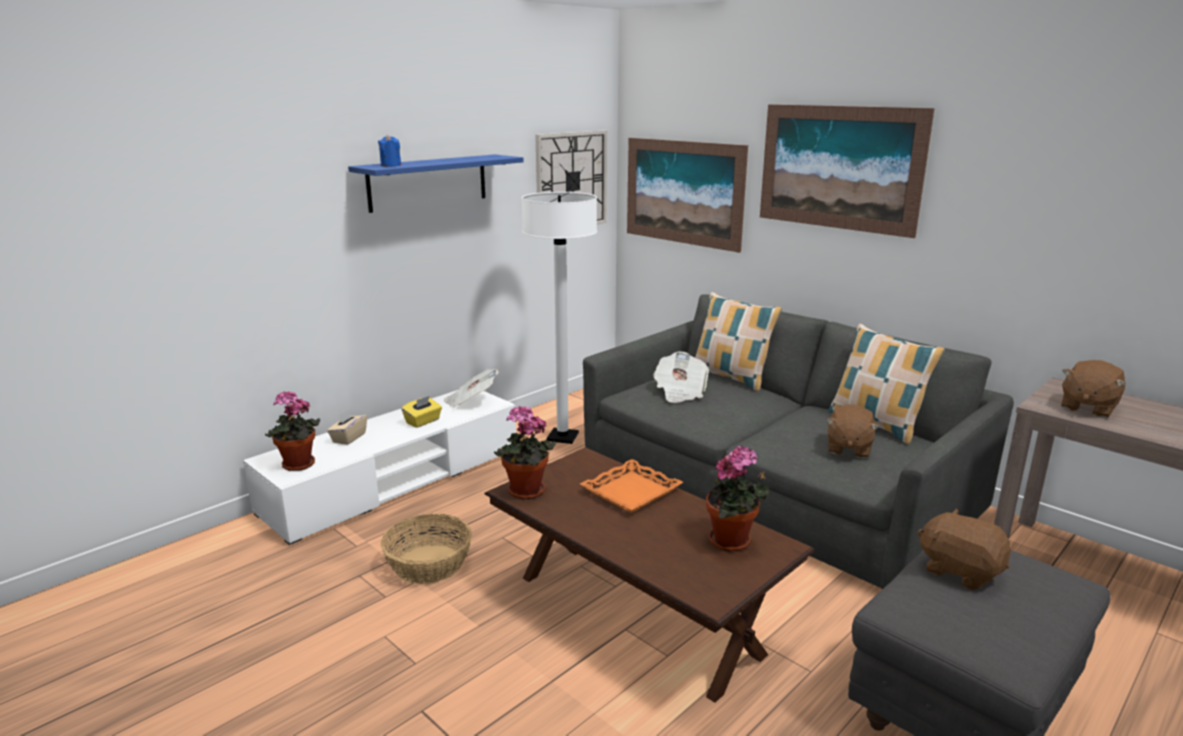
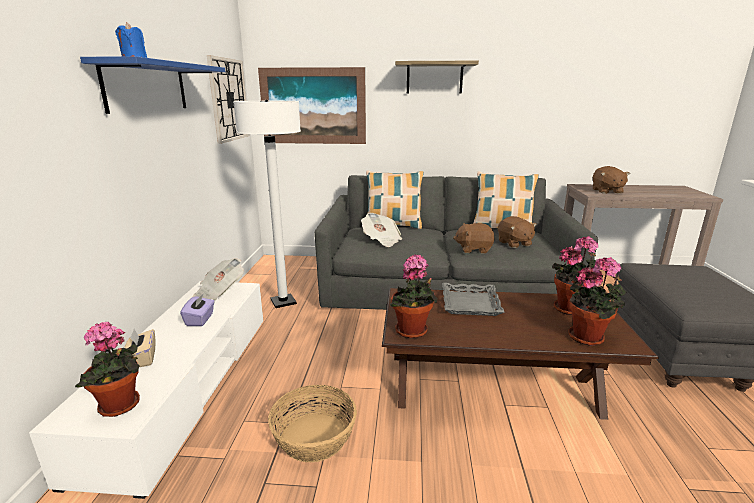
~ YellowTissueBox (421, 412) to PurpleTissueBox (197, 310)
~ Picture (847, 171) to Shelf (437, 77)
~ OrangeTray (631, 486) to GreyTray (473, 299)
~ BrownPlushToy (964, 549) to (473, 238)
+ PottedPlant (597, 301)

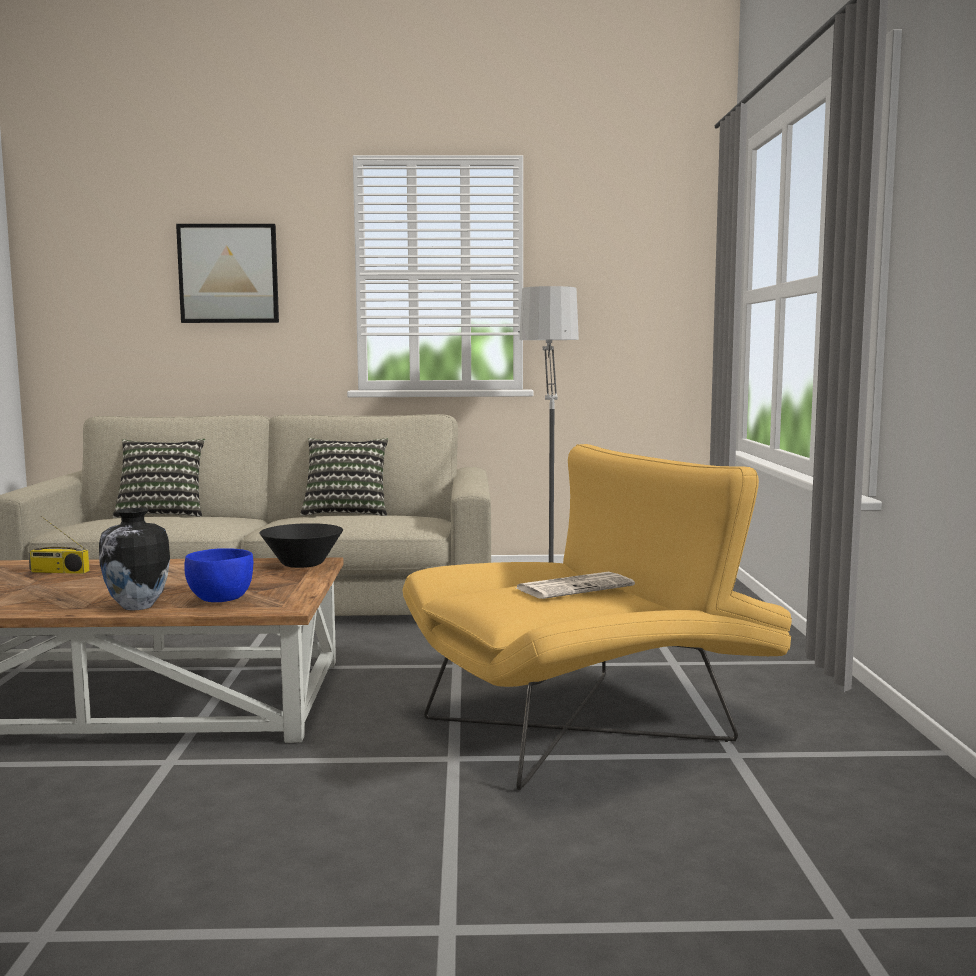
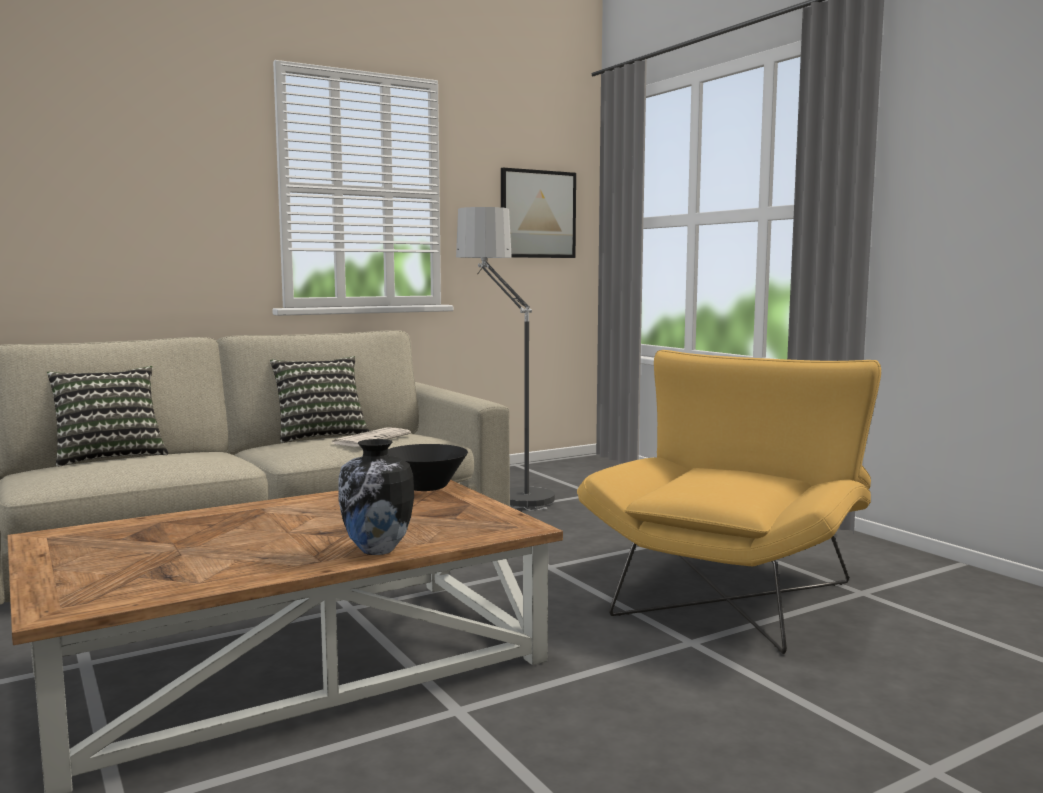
~ Newspaper (576, 585) to (371, 437)
~ Picture (227, 273) to (538, 213)
- Radio (59, 545)
- BlueBowl (218, 575)

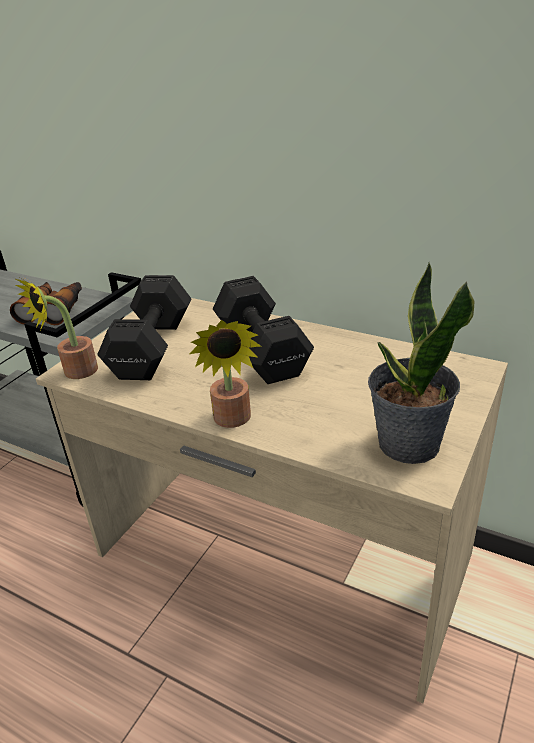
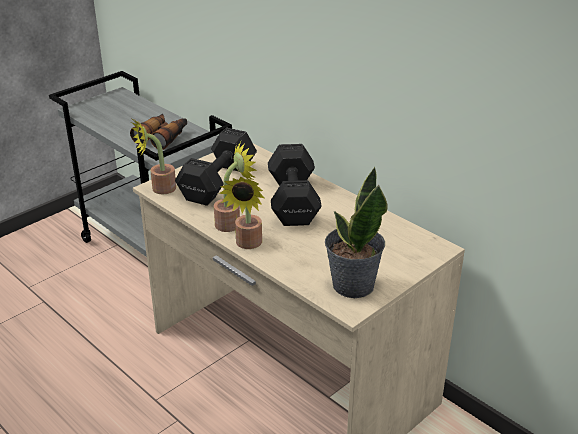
+ PottedPlant (235, 186)

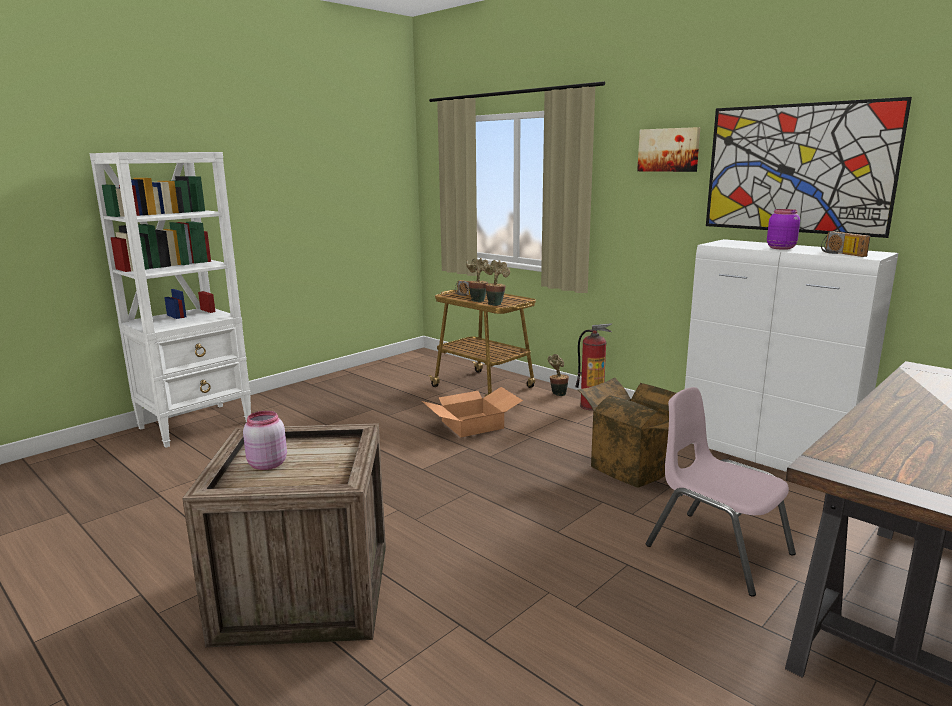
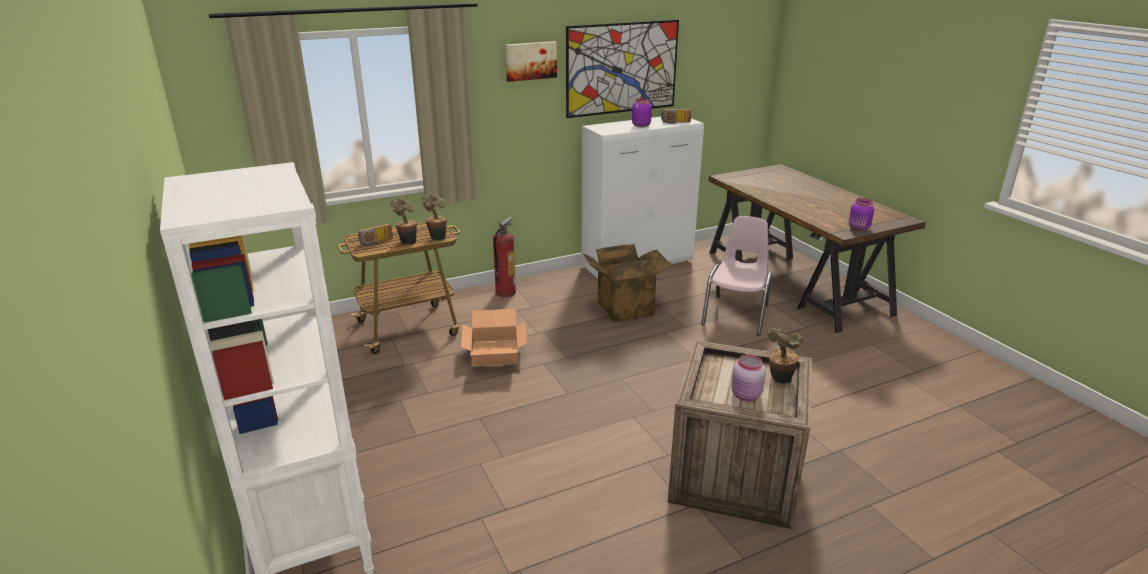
~ PinkChair (721, 492) = (736, 276) 135 degrees clockwise
~ PottedPlant (558, 375) to (785, 356)
+ PurpleJar (861, 214)

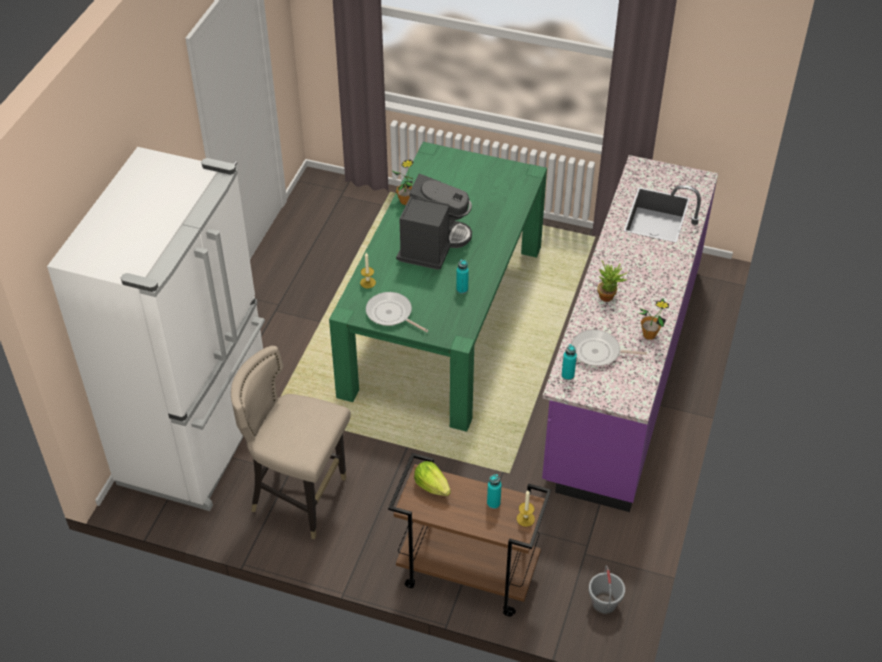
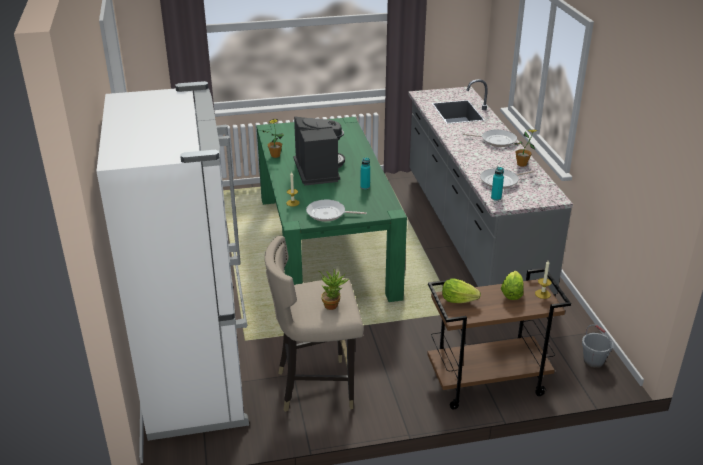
~ PottedPlant (614, 281) to (334, 289)
~ PurpleCounter (630, 333) to GreyCounter (490, 188)
+ FryingPan (489, 138)
~ TurquoiseBottle (494, 491) to Lettuce (512, 285)

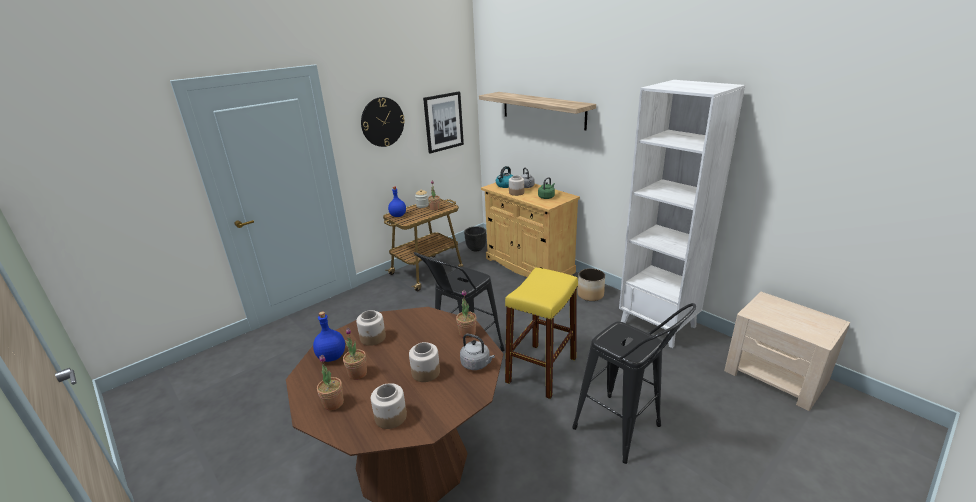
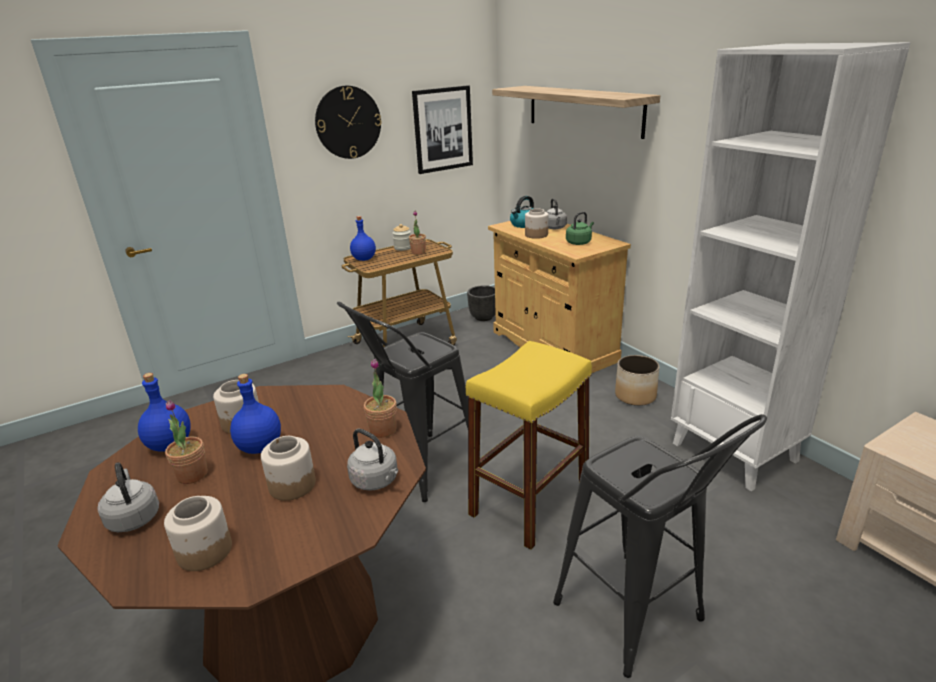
~ PottedPlant (330, 383) to GreyKettle (128, 497)
+ BlueBottle (255, 414)

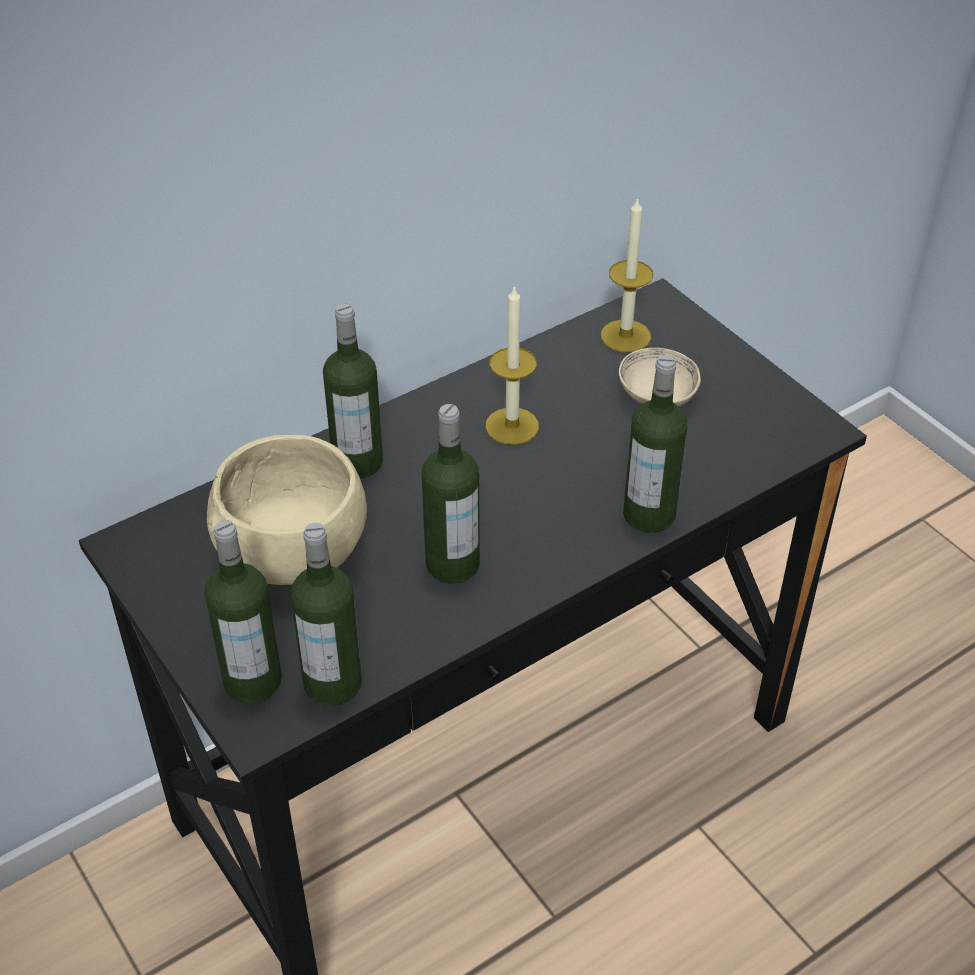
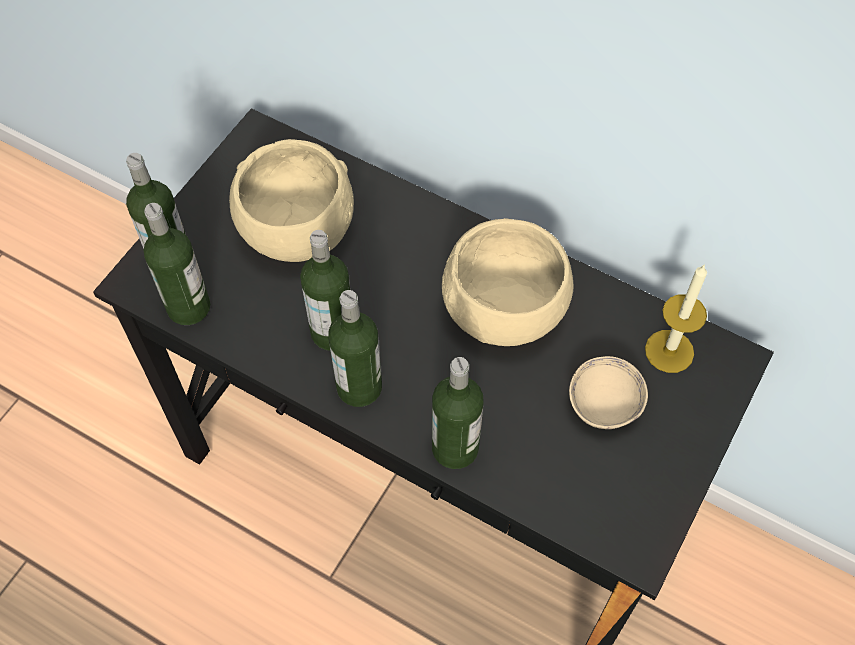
~ Bottle (353, 391) to (355, 348)
~ Candle (512, 365) to BeigeBowl (507, 282)

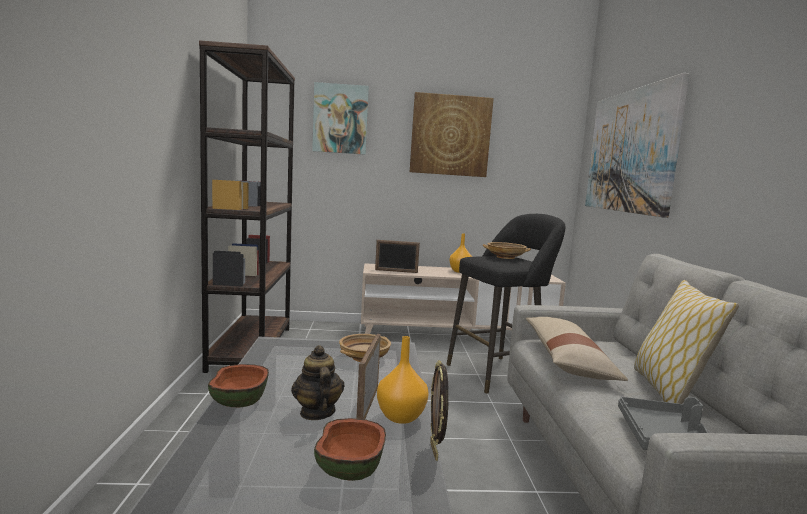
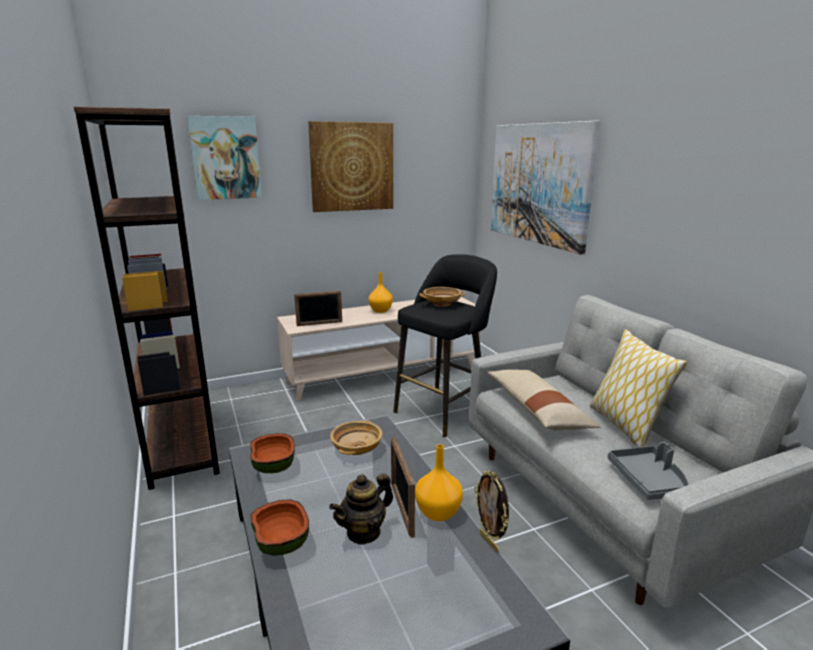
~ Bowl (350, 449) to (272, 453)
~ Teapot (317, 382) = (361, 509) 90 degrees counterclockwise

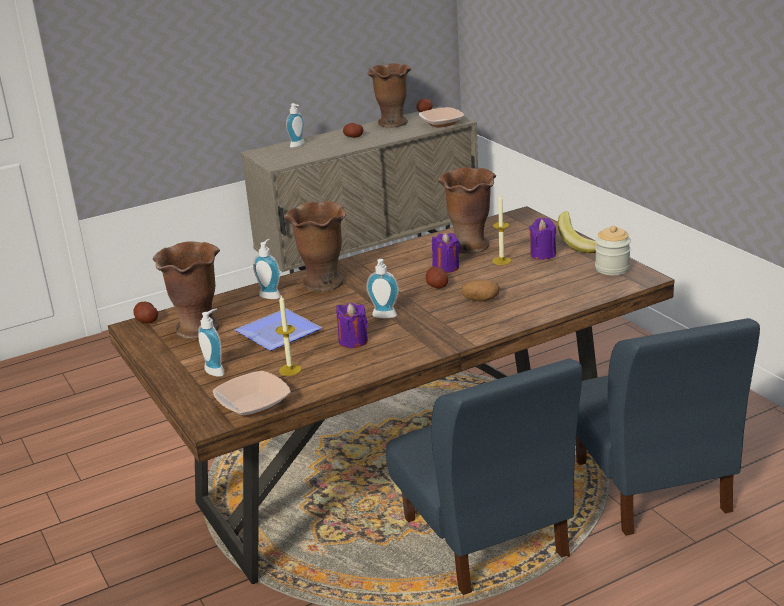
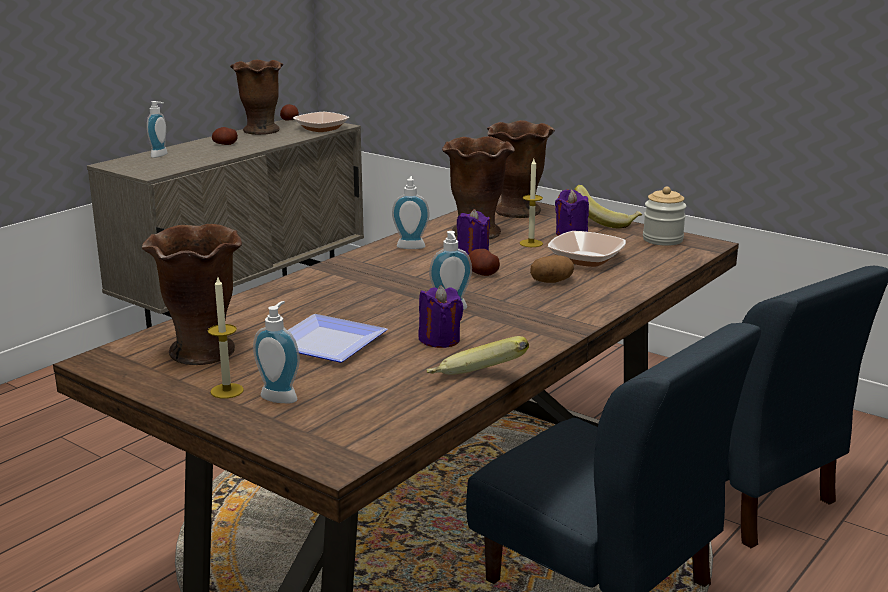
~ Candle (289, 335) to (226, 337)
~ SoapDispenser (266, 269) to (410, 212)
+ Banana (478, 355)
~ BrownVase (315, 246) to (521, 169)
~ Bowl (251, 394) to (587, 249)
- Potato (146, 312)

